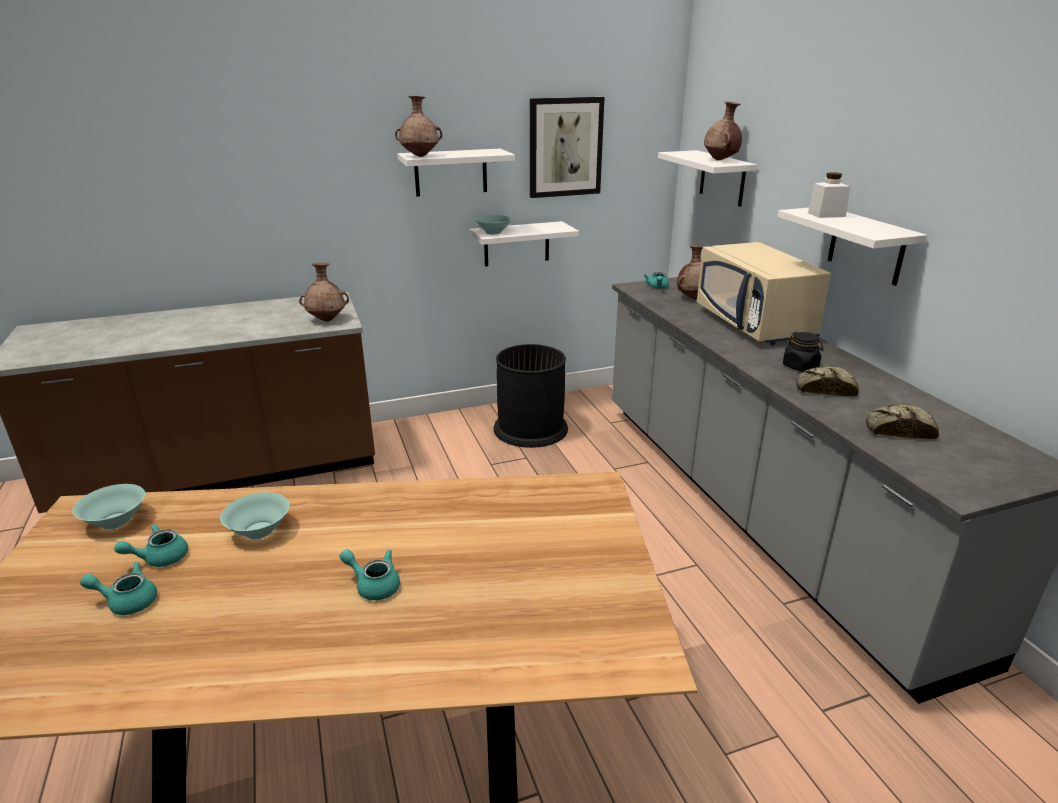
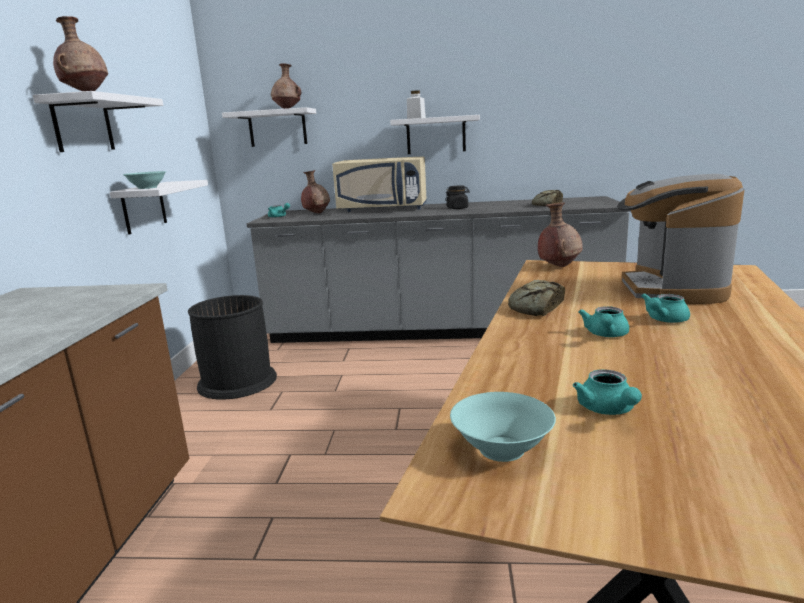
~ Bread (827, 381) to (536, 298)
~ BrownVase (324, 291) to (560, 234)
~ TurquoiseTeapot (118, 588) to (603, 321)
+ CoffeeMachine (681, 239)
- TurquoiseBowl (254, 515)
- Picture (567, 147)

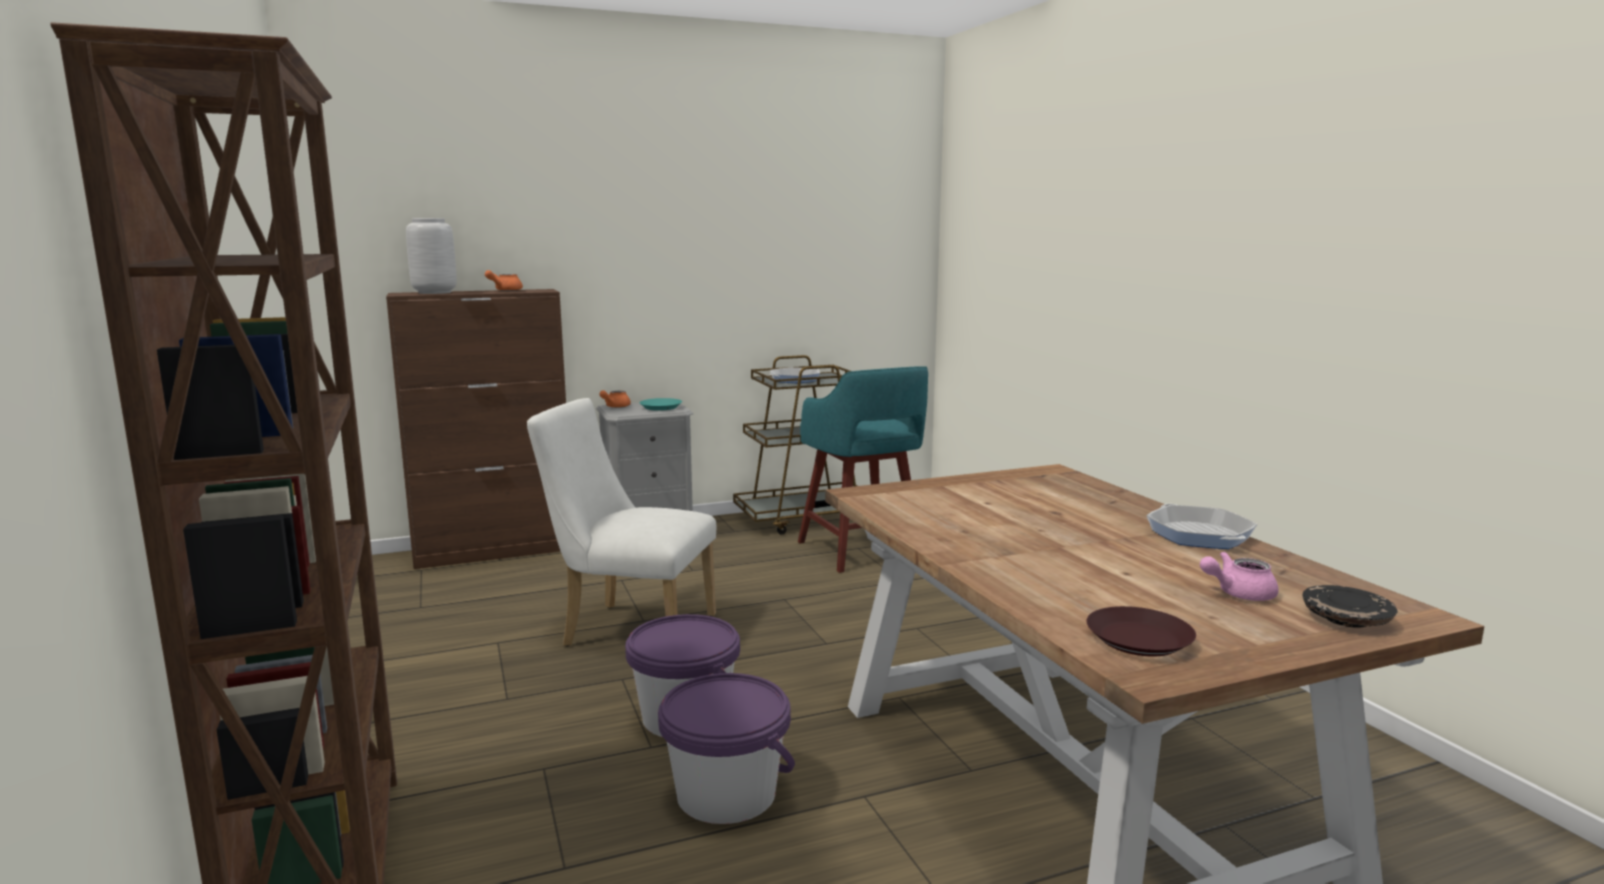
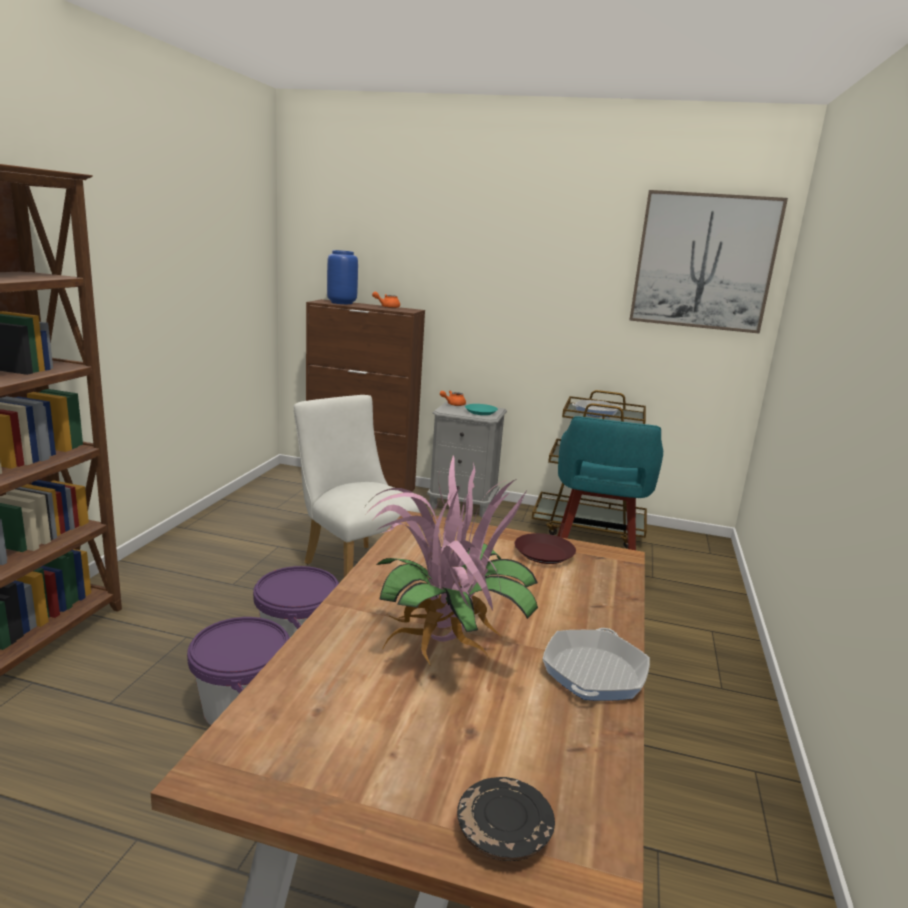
~ GreyVase (431, 256) to BlueVase (342, 277)
+ PottedPlant (452, 561)
~ BrownPlate (1141, 631) to (545, 548)
+ Picture (708, 262)
- PinkTeapot (1239, 576)

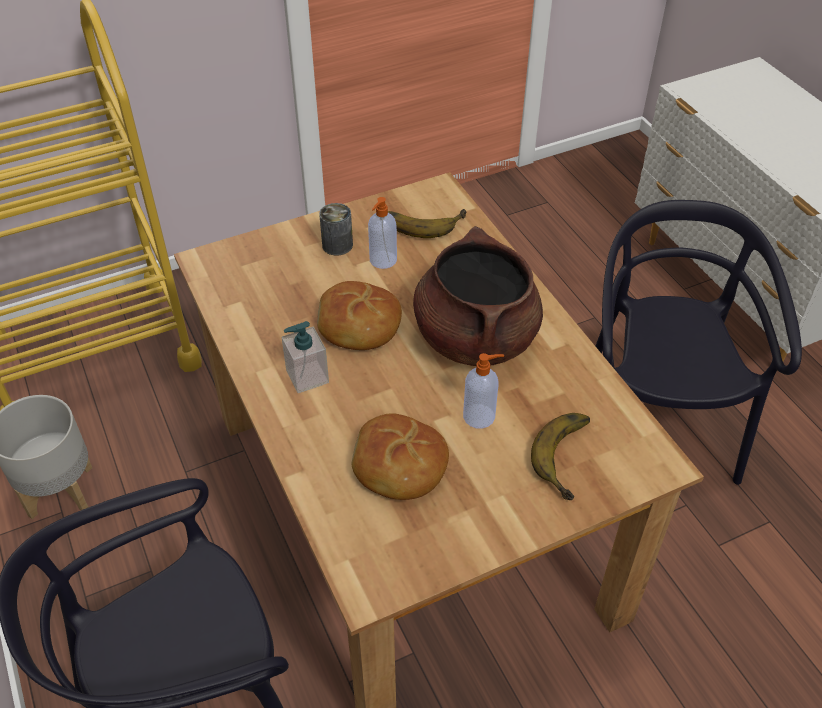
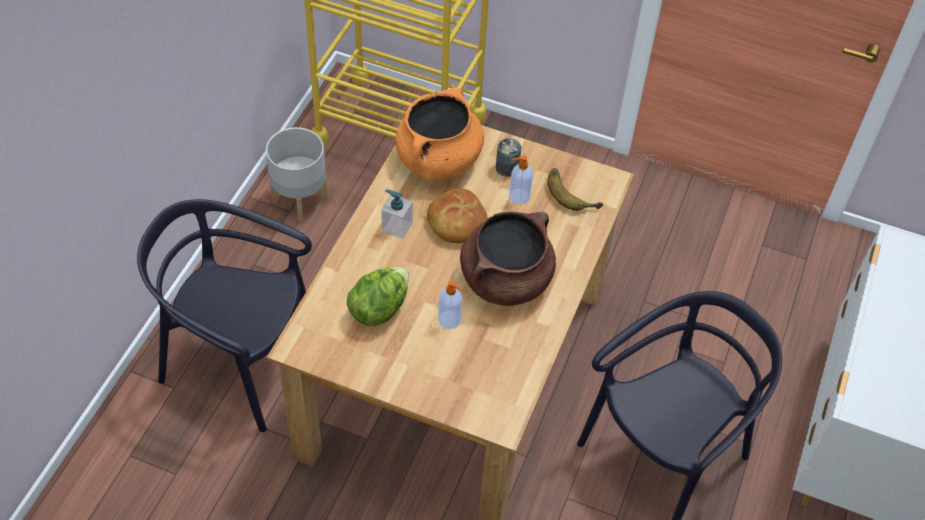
~ Bread (400, 456) to Lettuce (378, 296)
+ OrangeCookingPot (439, 133)
- Banana (560, 456)

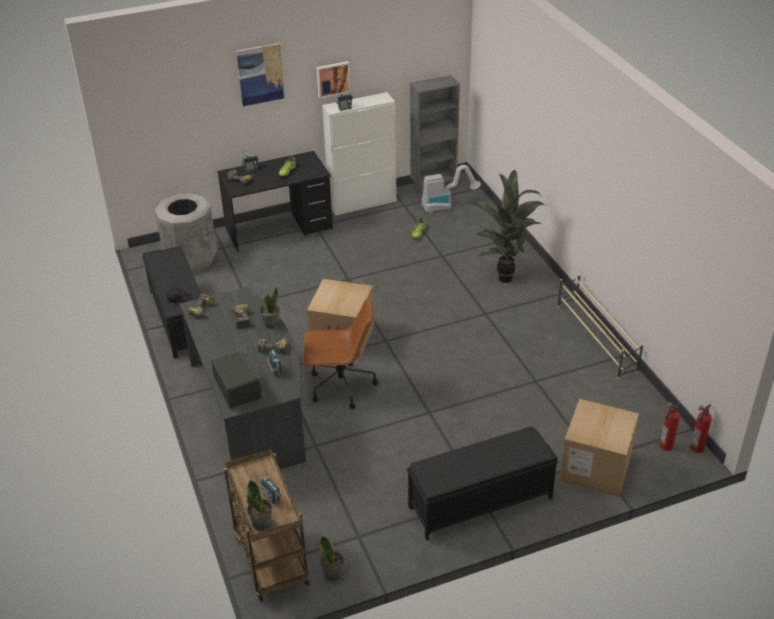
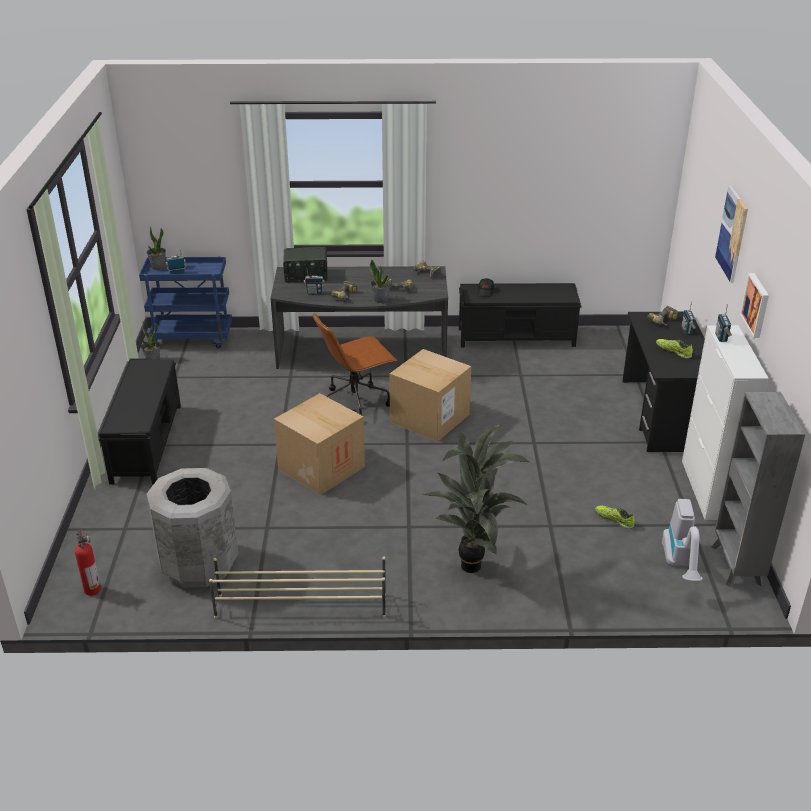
~ BrownCart (266, 525) to BlueCart (185, 302)
~ GreyTrashCan (186, 233) to (192, 528)
~ CardboardBox (599, 448) to (319, 444)
~ BrownOfficeChair (341, 353) = (355, 364) 45 degrees clockwise
- FireExtinguisher (701, 428)

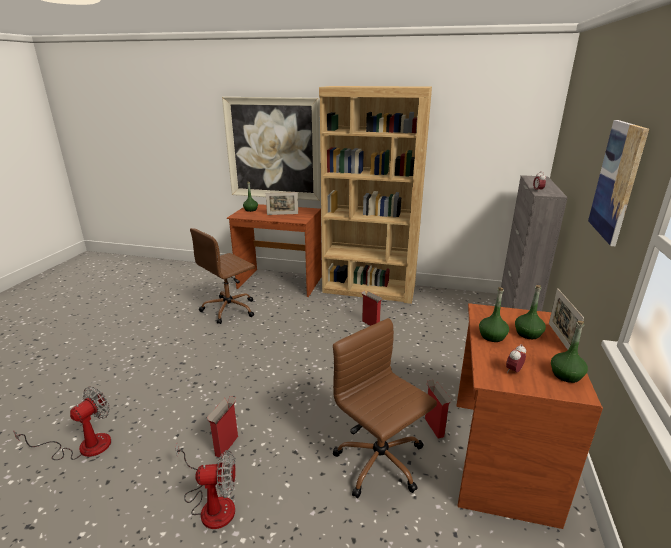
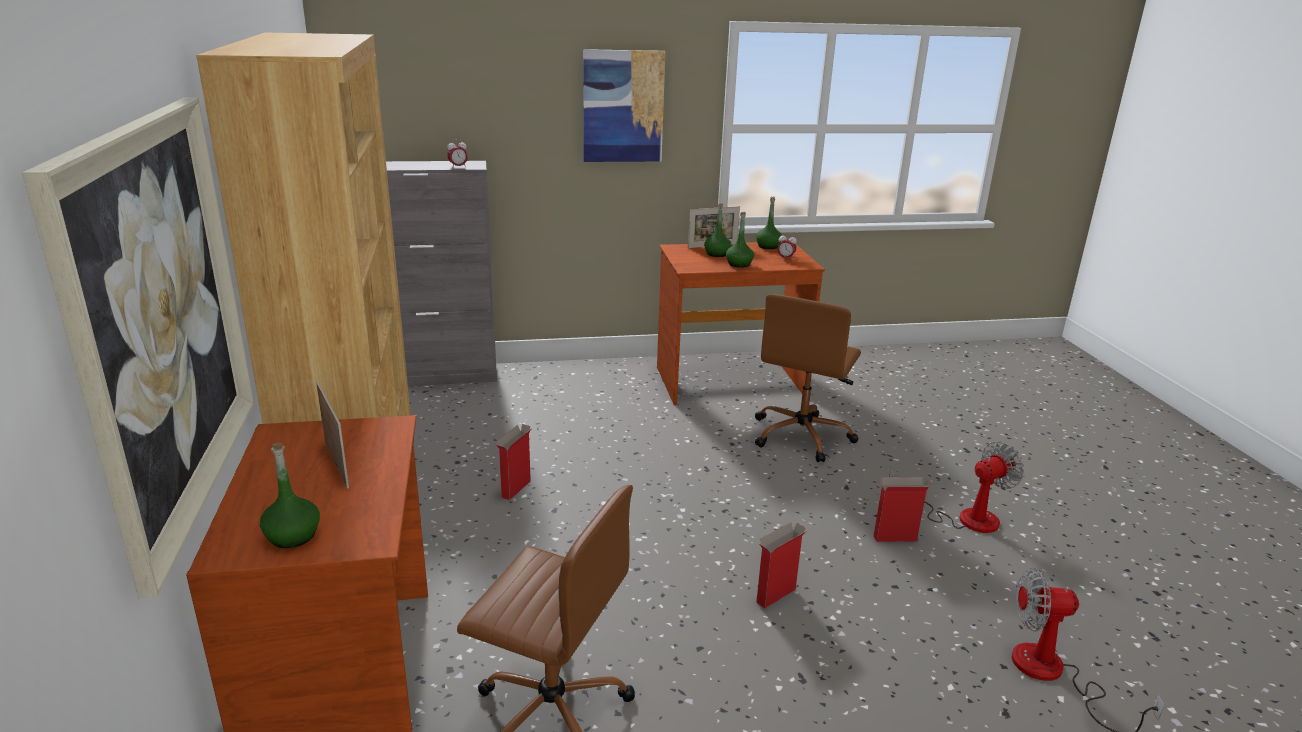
~ CardboardBox (438, 409) to (781, 565)
~ Fan (205, 486) = (956, 487) 90 degrees clockwise

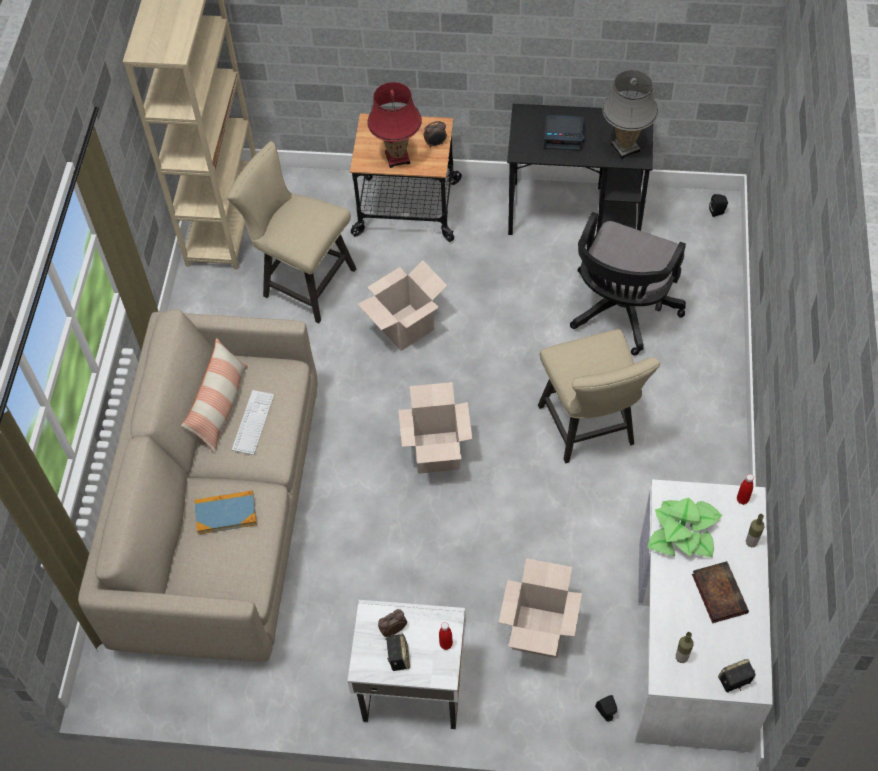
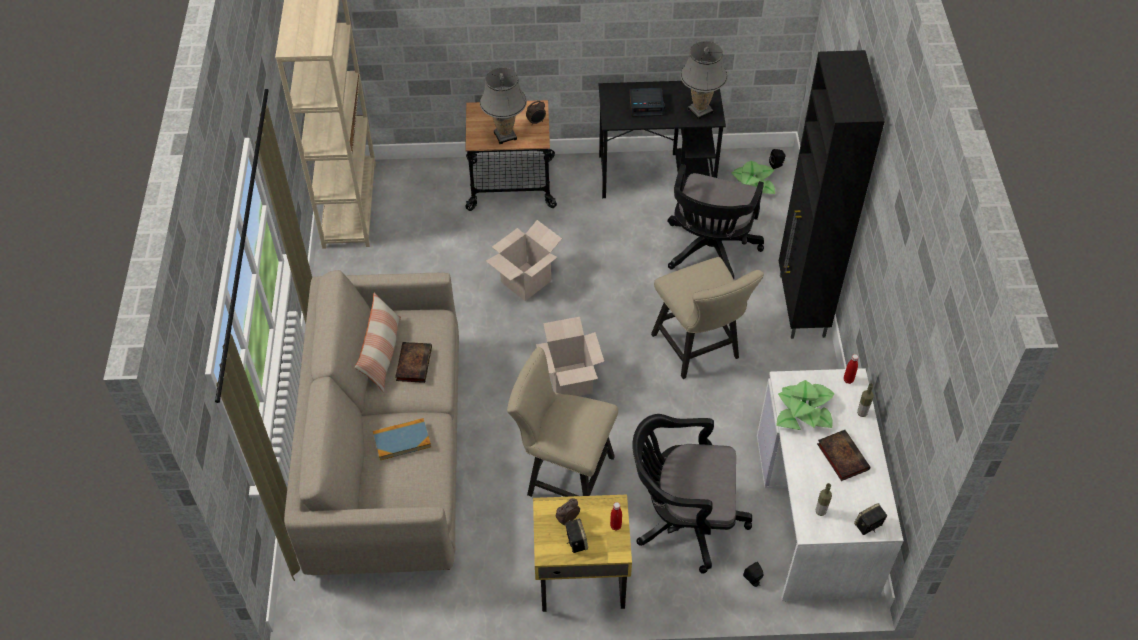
~ Keyboard (253, 422) to Book (413, 362)
~ RedTableLamp (394, 125) to GreyTableLamp (503, 106)
~ BeigeChair (291, 232) to (562, 422)
~ WhiteNightstand (407, 664) to YellowNightstand (582, 553)
~ CardboardBox (540, 608) to BlackOfficeChair (692, 494)
+ PottedPlant (753, 177)
+ BlackCabinet (832, 194)

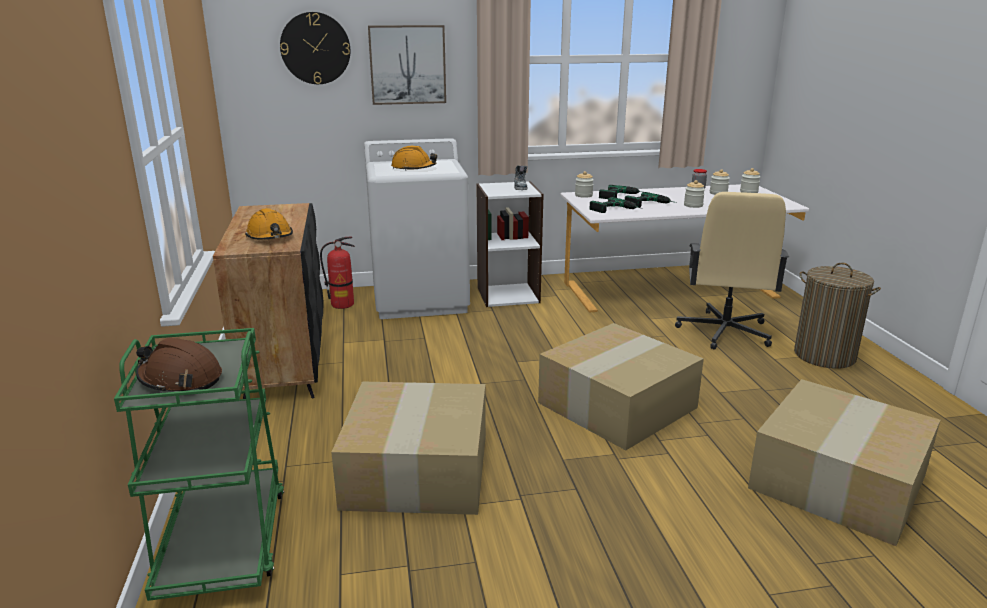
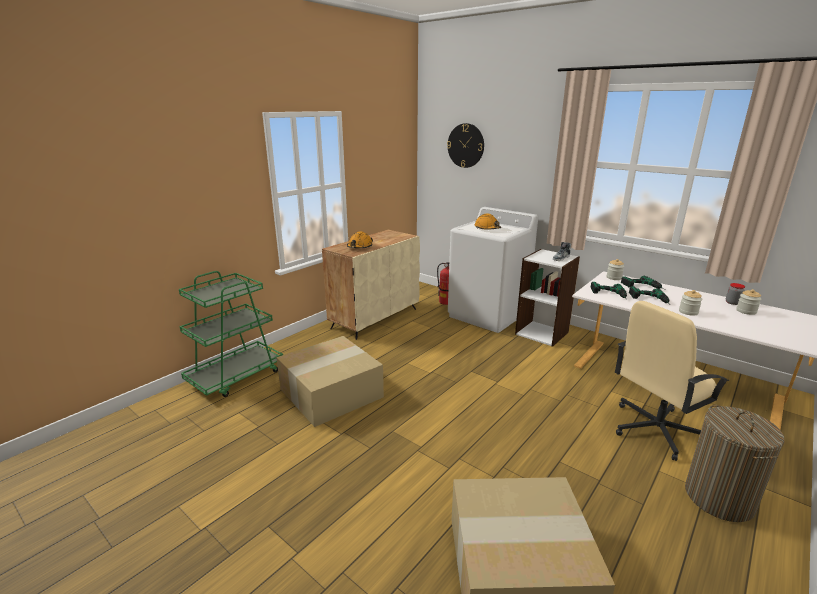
~ BlackCabinet (268, 301) to BeigeCabinet (371, 285)
- BrownHardHat (179, 365)
- Picture (407, 65)
- CardboardBox (621, 386)
- Jar (750, 180)

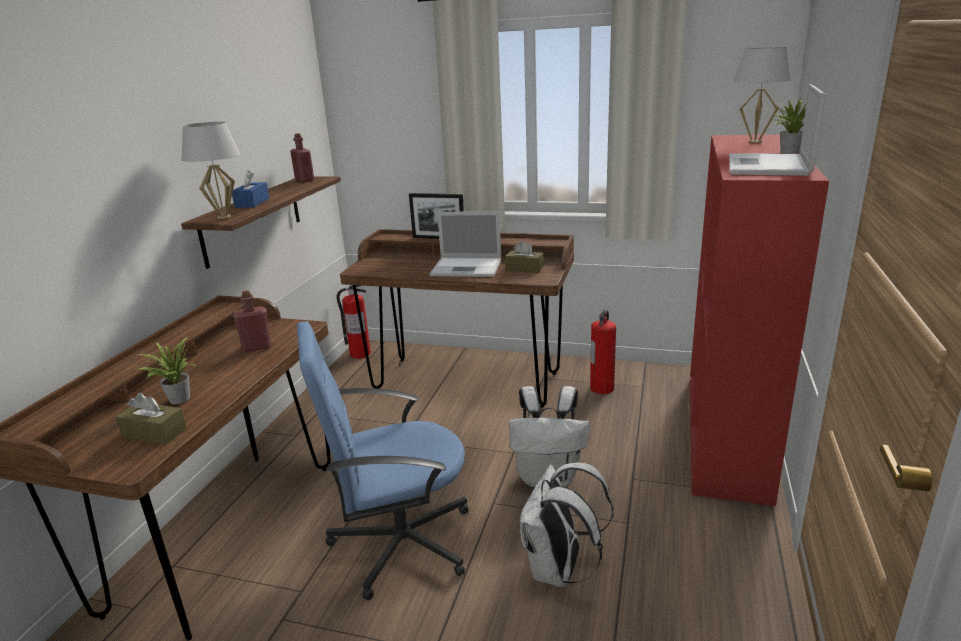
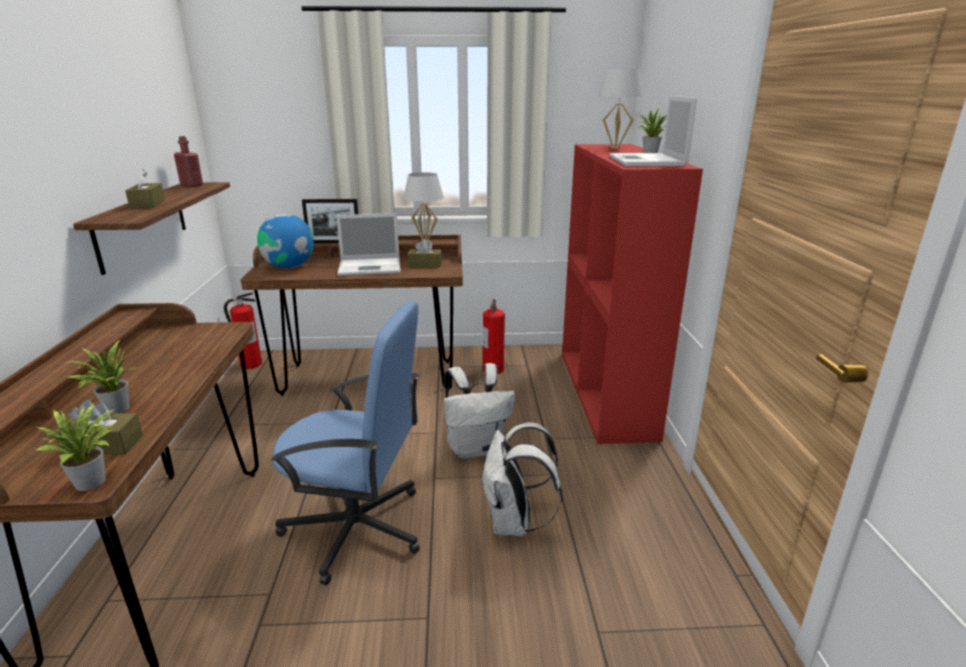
+ PottedPlant (77, 447)
~ BlueTissueBox (250, 189) to BrownTissueBox (145, 188)
+ Globe (285, 241)
~ BlueOfficeChair (383, 461) = (345, 443) 135 degrees counterclockwise
~ WhiteTableLamp (210, 170) to (423, 206)
- RedBottle (252, 321)

